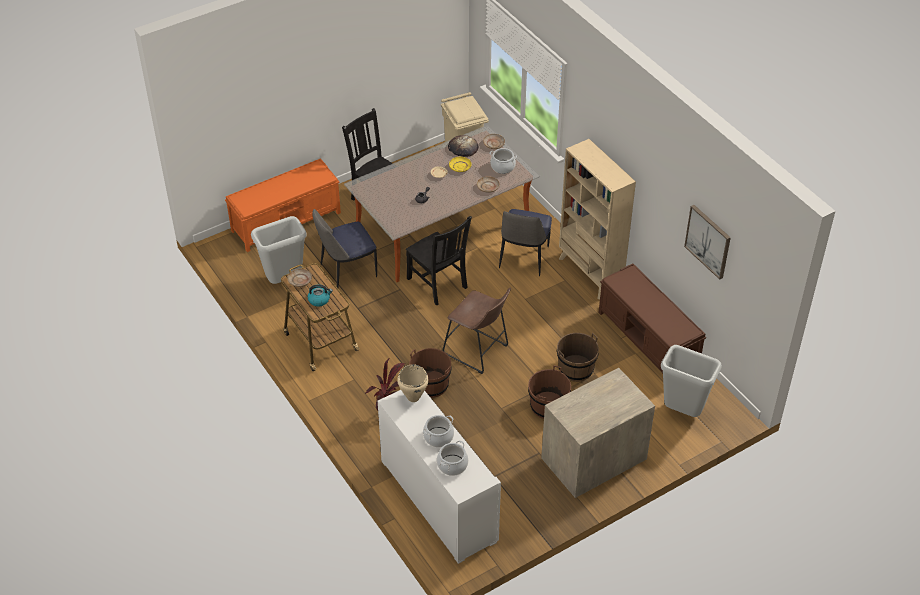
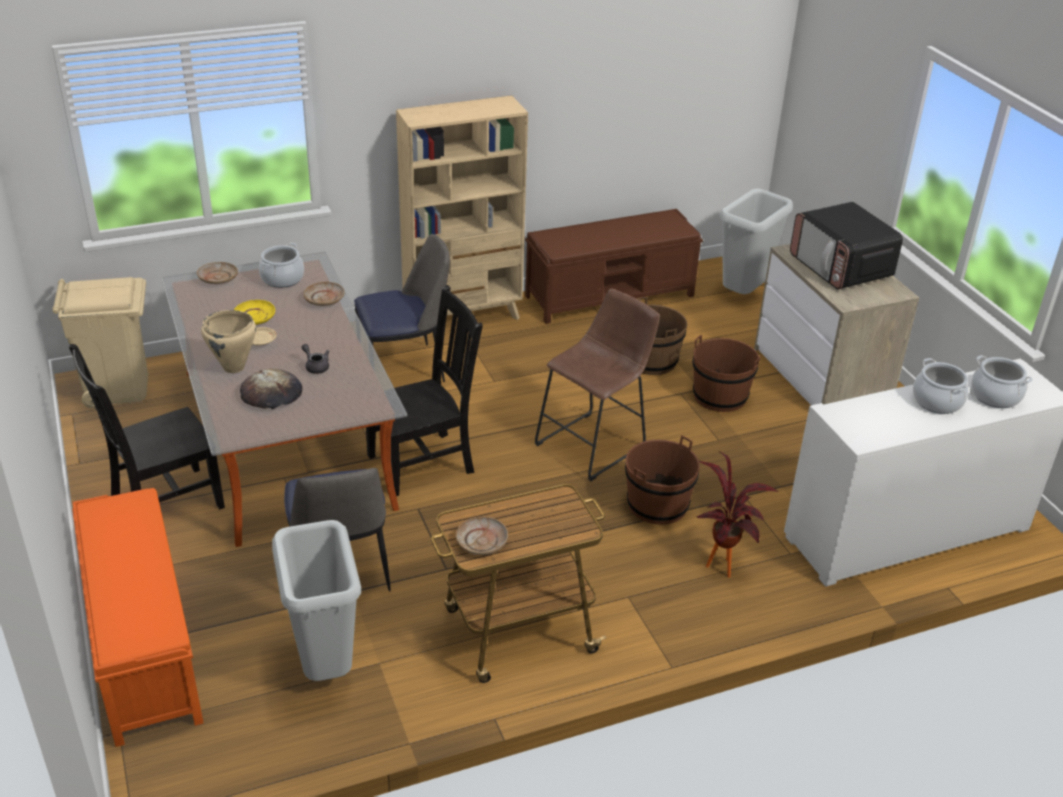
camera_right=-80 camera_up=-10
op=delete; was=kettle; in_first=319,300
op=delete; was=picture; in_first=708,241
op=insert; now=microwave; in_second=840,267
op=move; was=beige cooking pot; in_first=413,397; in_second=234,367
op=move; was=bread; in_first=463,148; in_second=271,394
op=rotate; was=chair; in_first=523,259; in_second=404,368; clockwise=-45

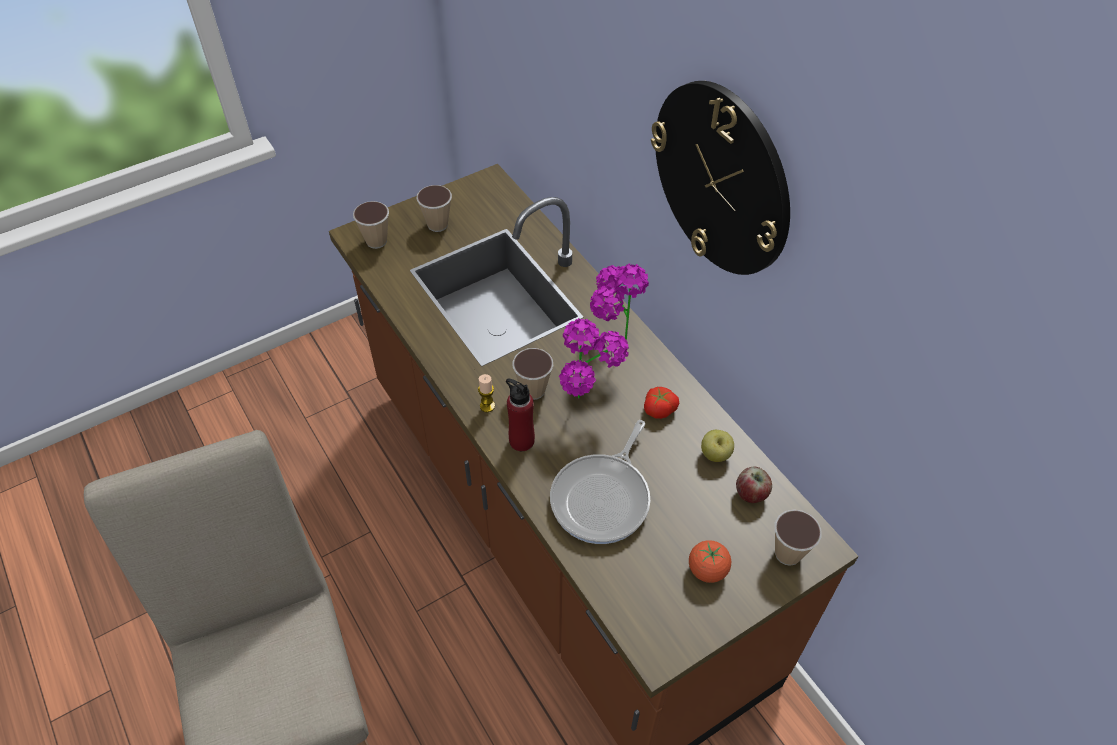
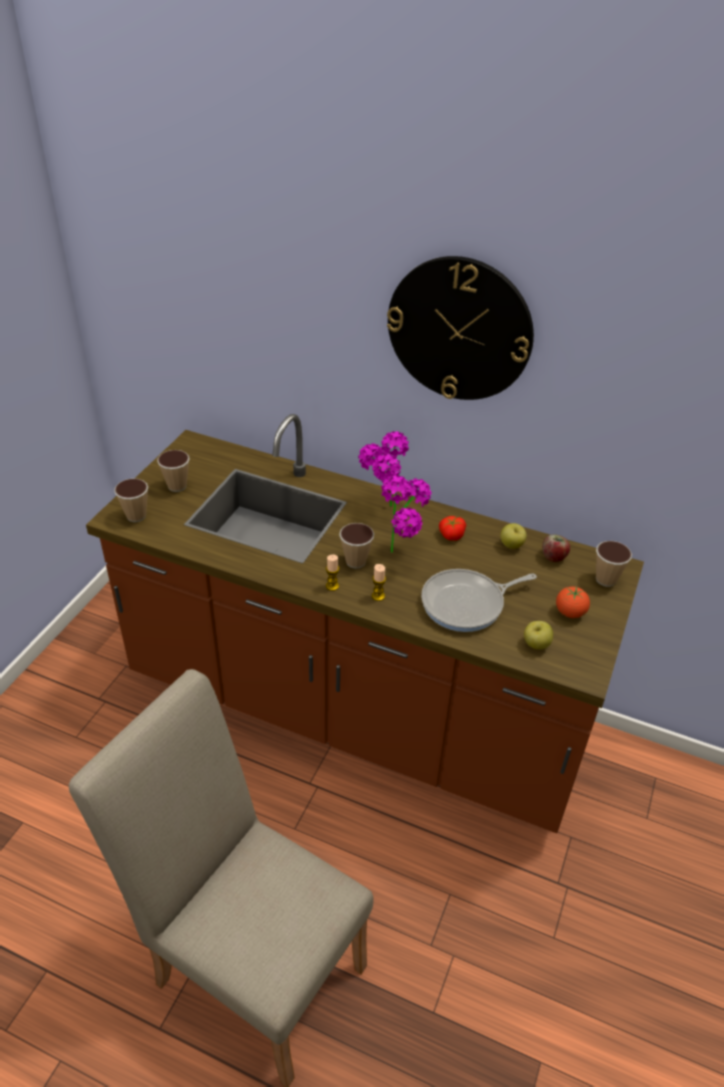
camera_right=-35 camera_up=-10
op=insert; now=apple; in_second=536,645
op=replace; was=red bottle; now=candle; in_first=521,440; in_second=378,596
op=rotate; was=frying pan; in_first=603,498; in_second=467,604; clockwise=75

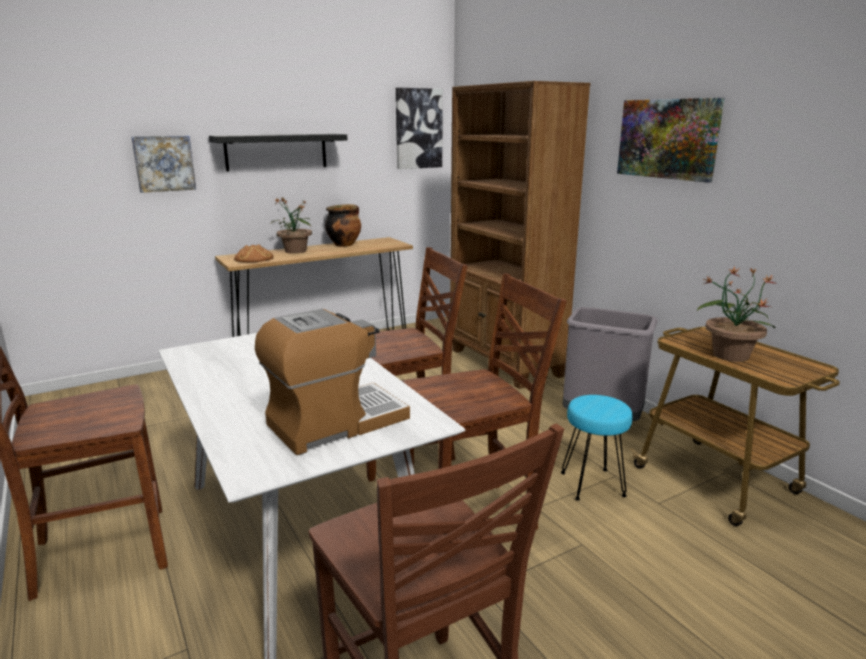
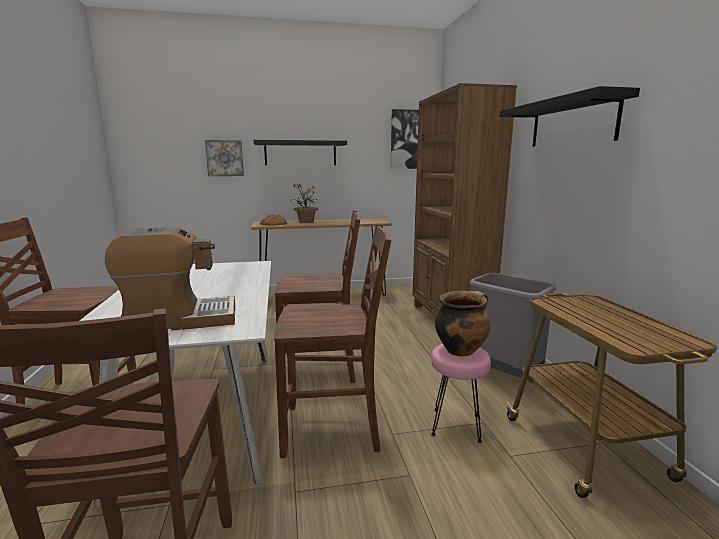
camera_right=20 camera_up=-5
op=delete; was=potted plant; in_first=730,355
op=move; was=cooking pot; in_first=344,244; in_second=460,350
op=replace; was=picture; now=black shelf; in_first=668,139; in_second=572,123
op=recolor; was=turquoise stool; now=pink stool; in_first=592,485; in_second=456,425

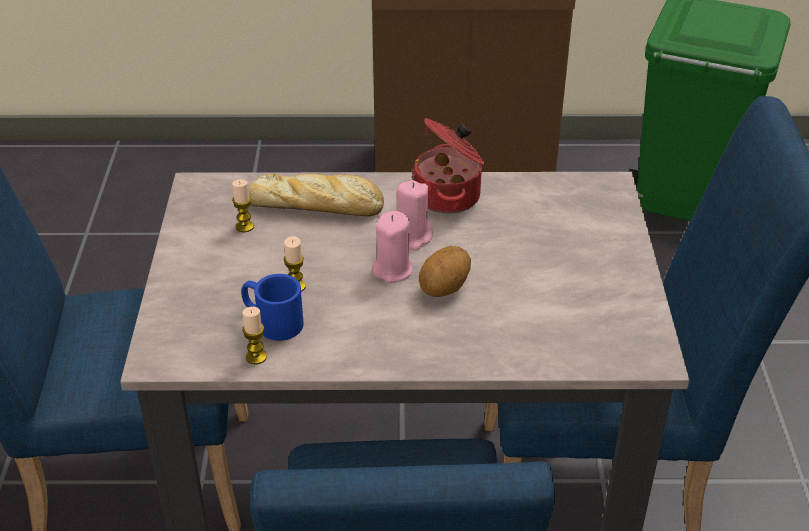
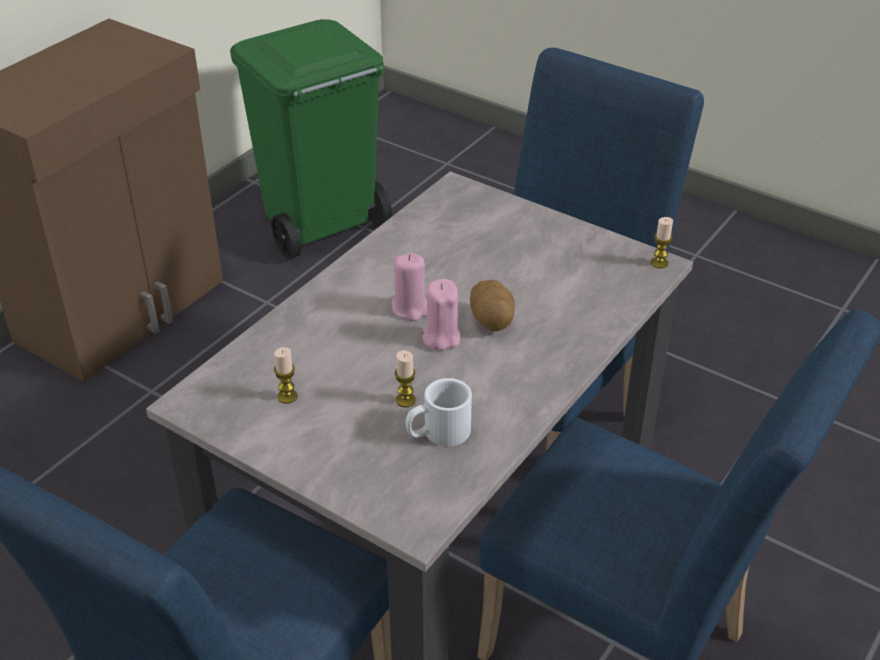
camera_right=-55 camera_up=0
op=delete; was=bread; in_first=318,205
op=delete; was=cooking pot; in_first=449,196
op=move; was=candle; in_first=256,357; in_second=659,263
op=recolor; was=blue mug; now=white mug; in_first=272,321; in_second=438,433

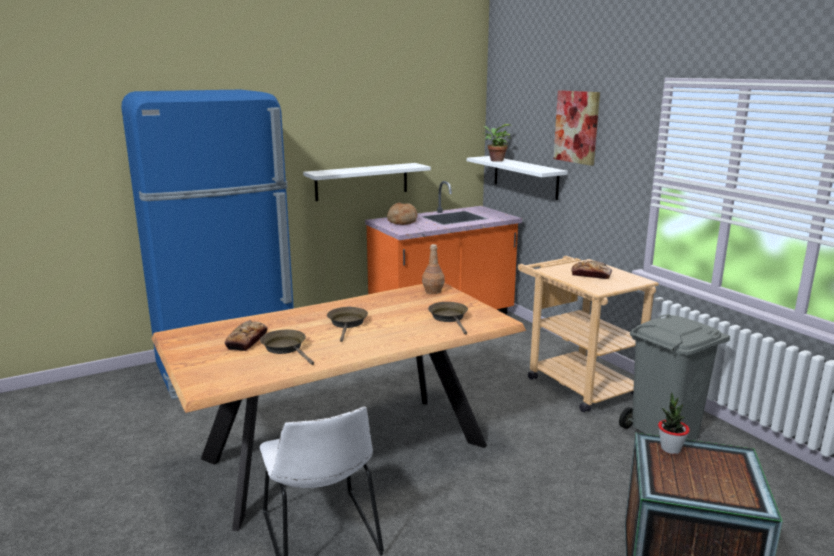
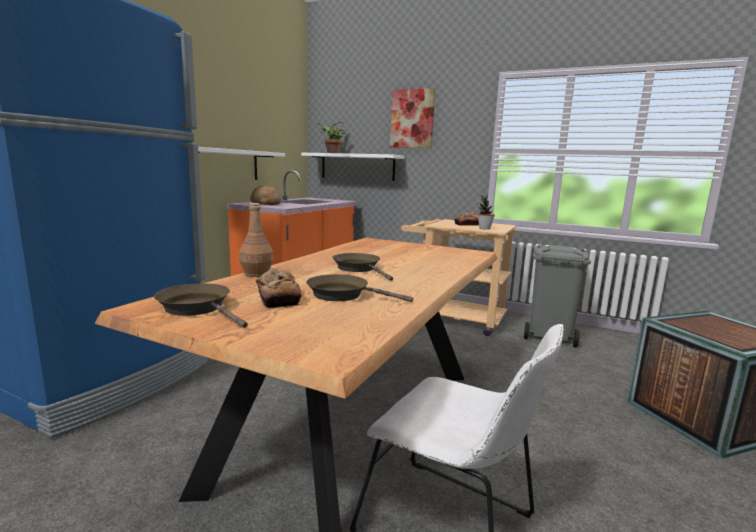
camera_right=-35 camera_up=-5
op=move; was=brown bottle; in_first=433,291; in_second=256,274
op=move; was=brown frying pan; in_first=449,318; in_second=198,308
op=move; was=potted plant; in_first=670,449; in_second=484,228

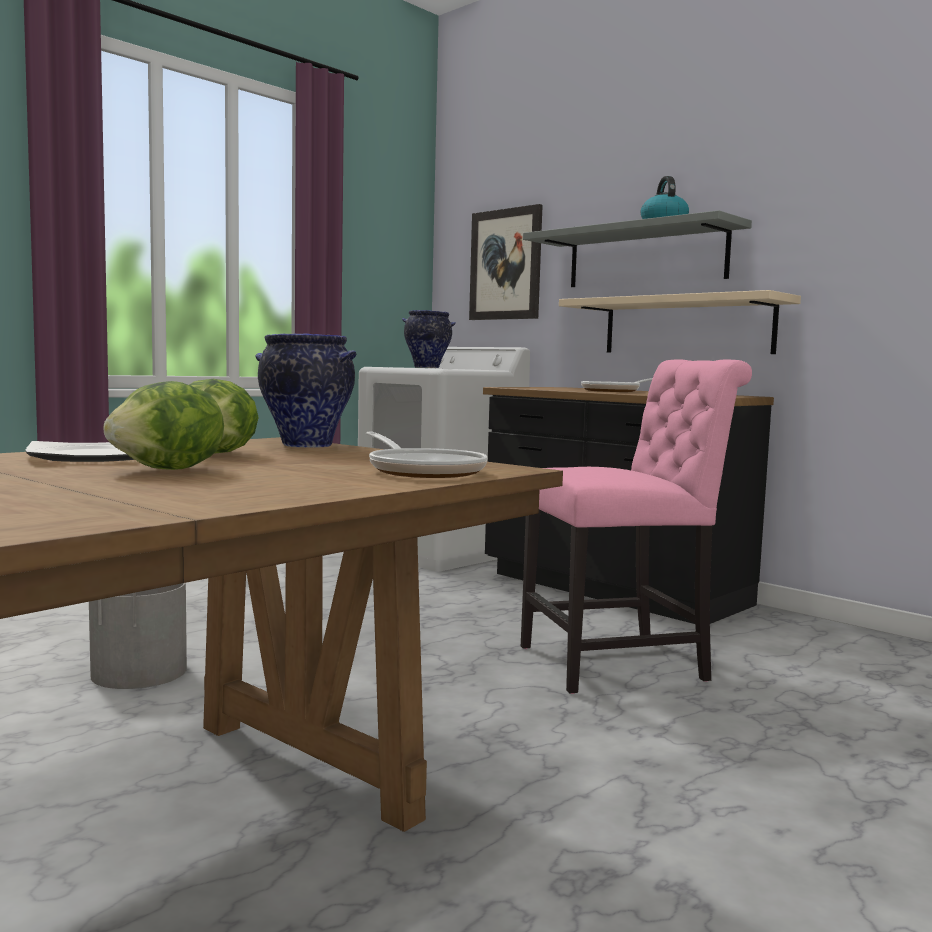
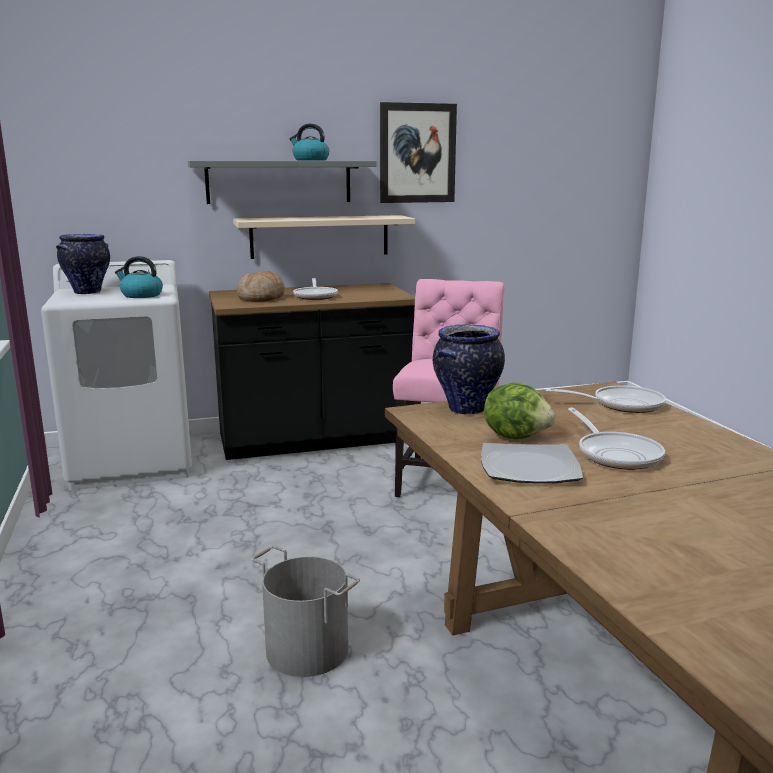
camera_right=-60 camera_up=10
op=insert; now=kettle; in_second=141,295
op=insert; now=bread; in_second=261,298
op=move; was=picture; in_first=505,264; in_second=417,153
op=replace; was=lettuce; now=frying pan; in_first=170,470; in_second=616,454

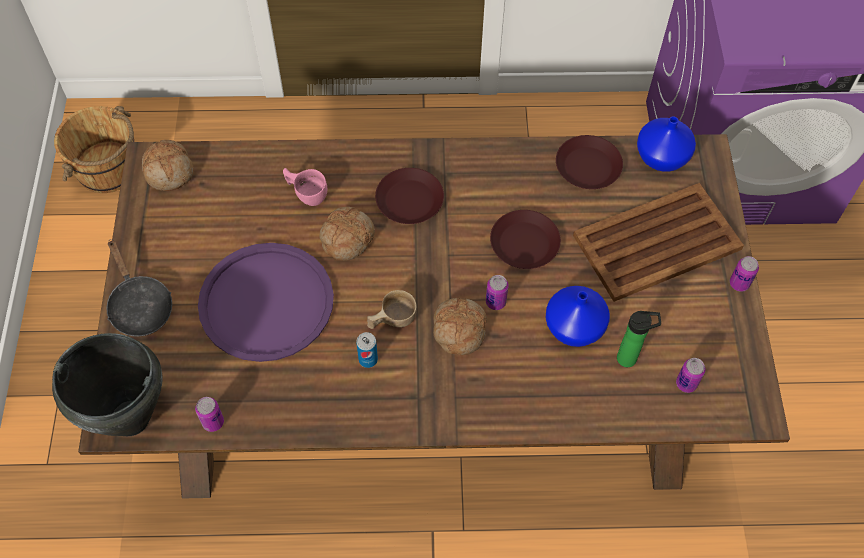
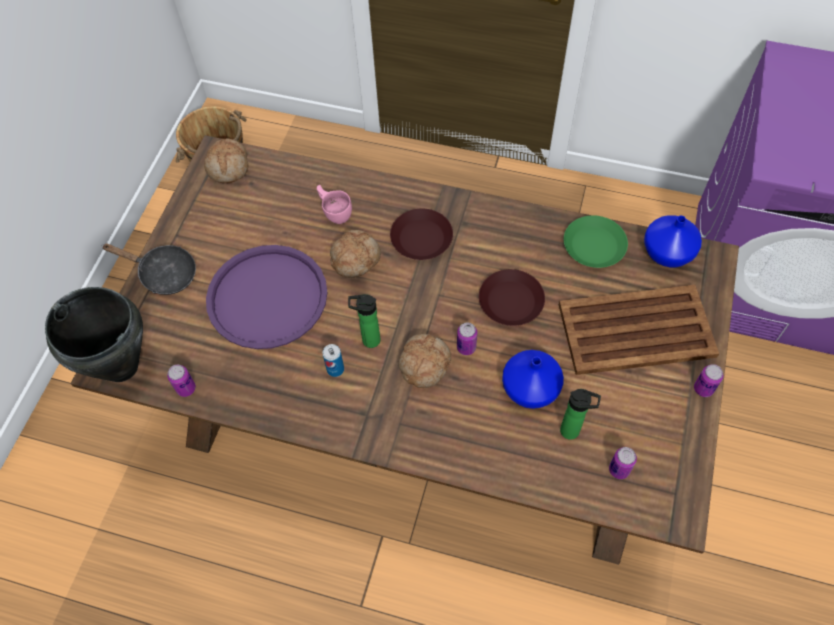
camera_right=20 camera_up=0
op=replace; was=beige cup; now=bottle; in_first=391,320; in_second=368,340
op=recolor; was=brown plate; now=green plate; in_first=587,166; in_second=594,245
op=rotate; was=black frying pan; in_first=139,306; in_second=163,274; clockwise=-60

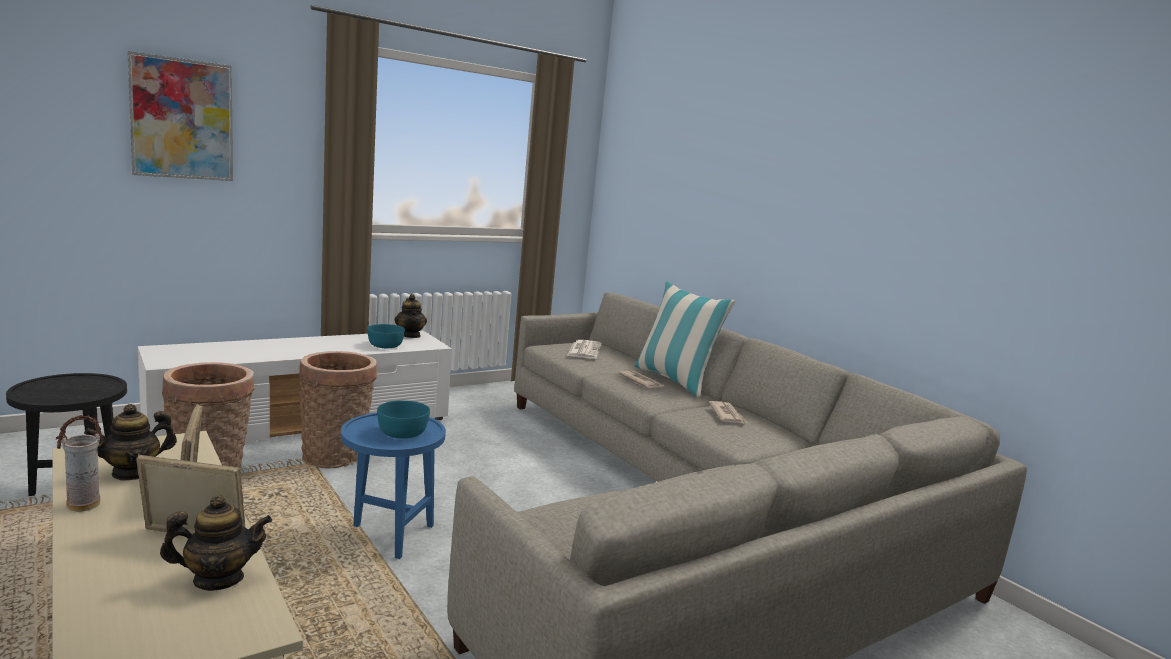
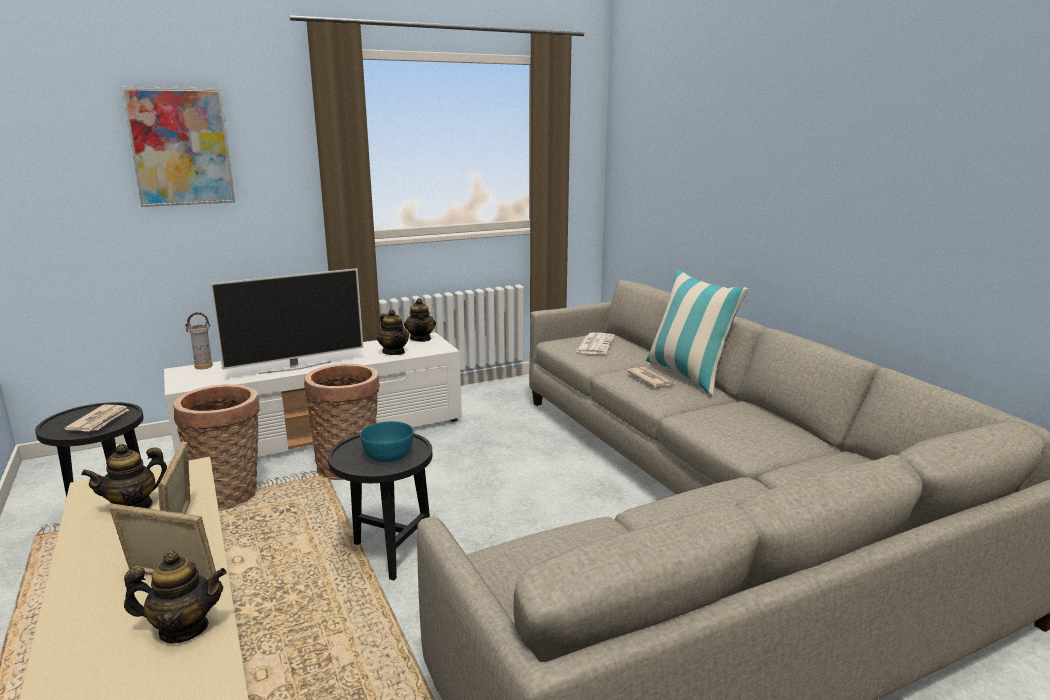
camera_right=10 camera_up=5
op=insert; now=television; in_second=295,367
op=move; was=vase; in_first=83,506; in_second=204,367
op=move; was=newspaper; in_first=727,415; in_second=100,421
op=replace; was=turquoise bowl; now=teapot; in_first=385,345; in_second=394,352
op=recolor; was=blue side table; now=black side table; in_first=389,534; in_second=387,553

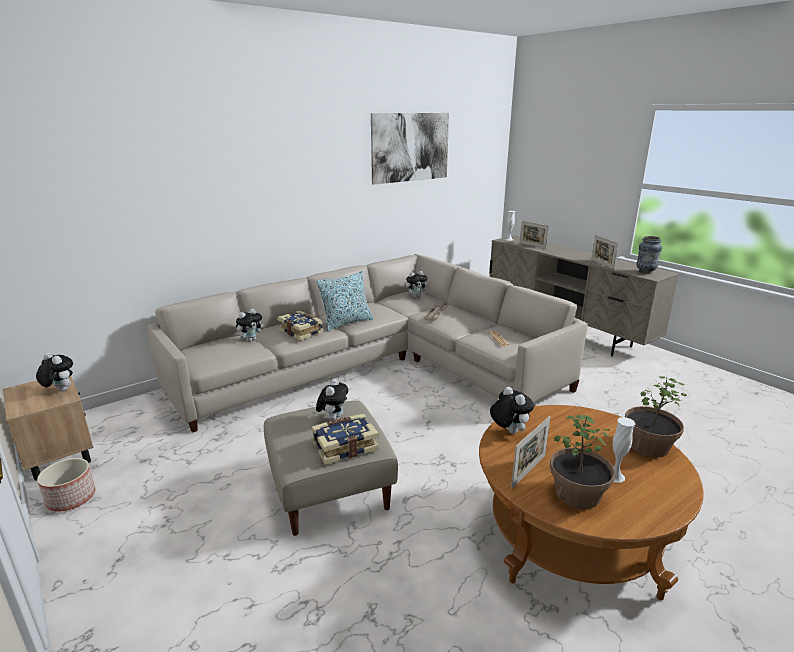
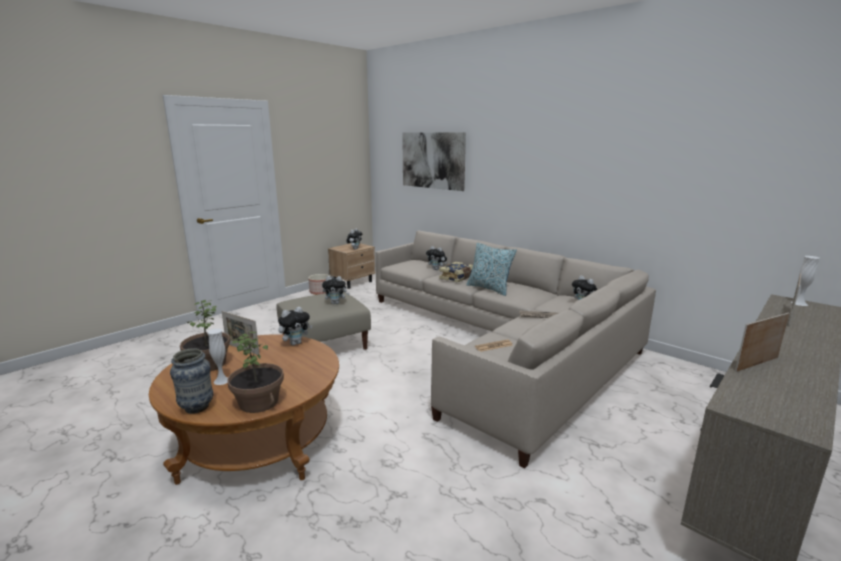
camera_right=80 camera_up=-5
op=delete; was=book; in_first=344,446
op=move; was=picture; in_first=410,147; in_second=432,160
op=move; was=vase; in_first=645,272; in_second=197,407

